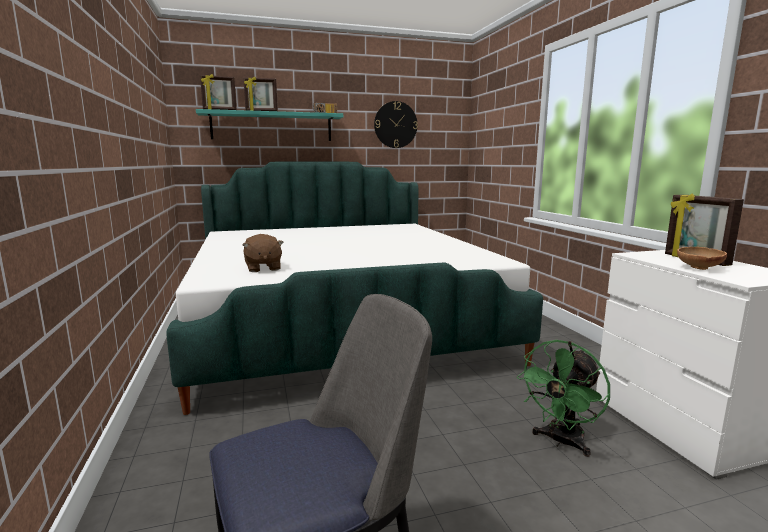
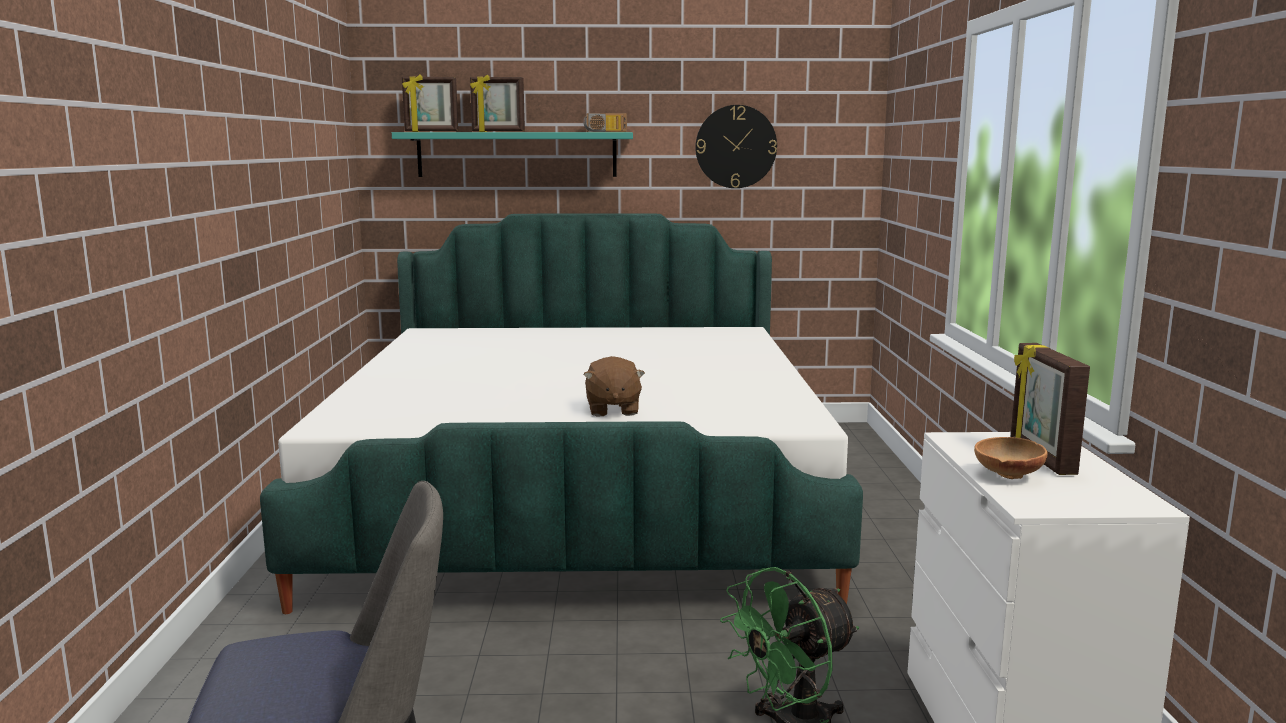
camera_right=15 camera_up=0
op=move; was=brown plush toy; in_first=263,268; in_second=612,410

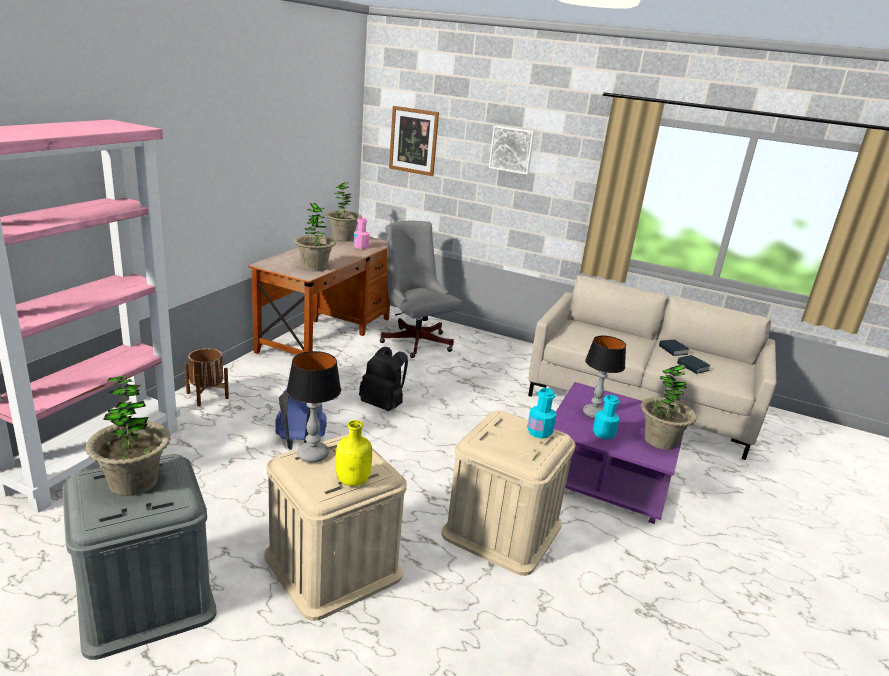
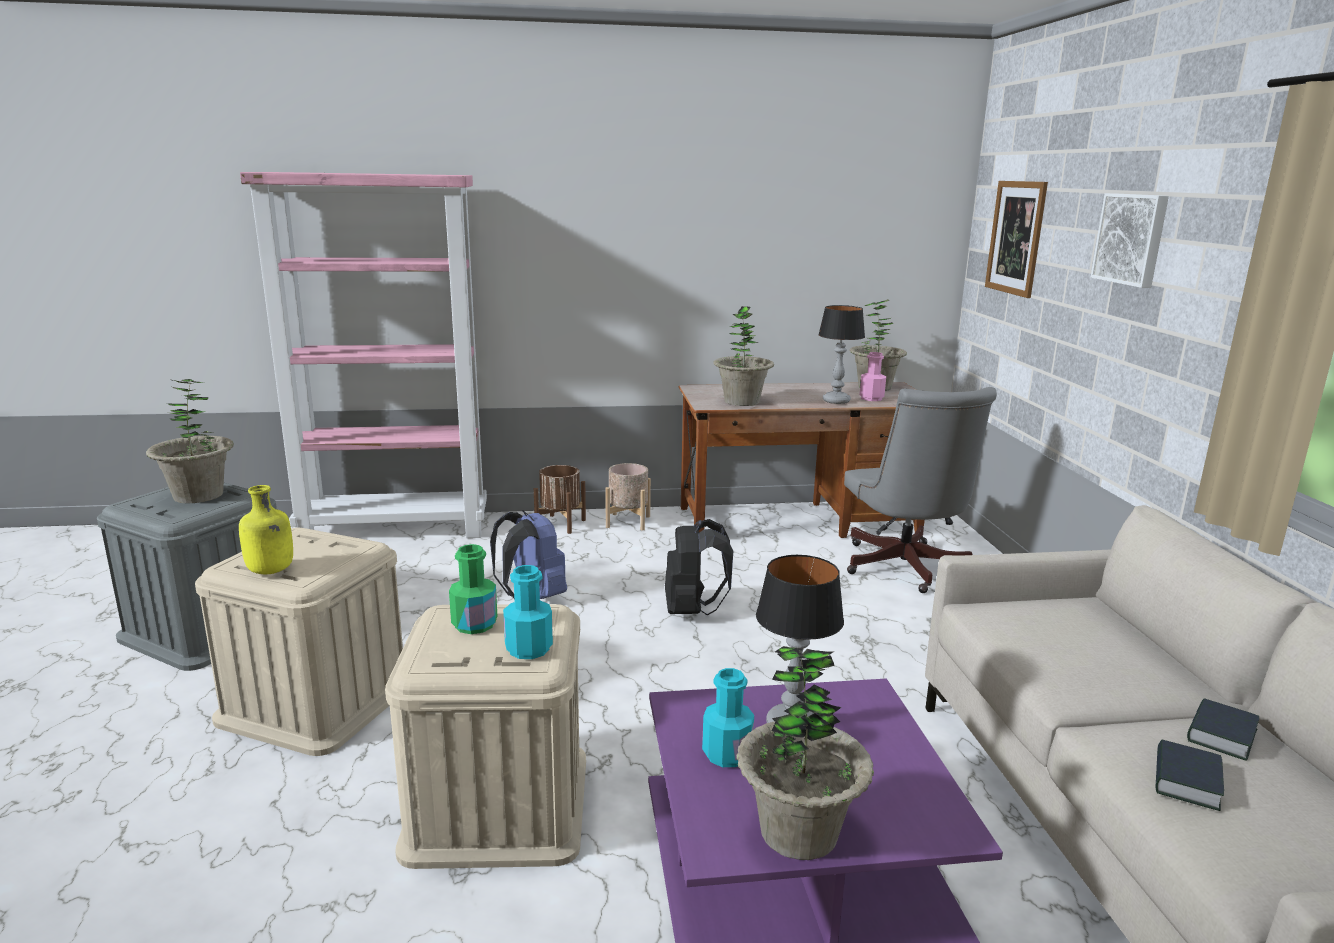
camera_right=60 camera_up=-5
op=insert; now=green bottle; in_second=474,624
op=insert; now=beige planter; in_second=628,522
op=move; was=table lamp; in_first=312,455; in_second=835,401
op=rotate; was=grey office chair; in_first=415,340; in_second=905,569; clockwise=150

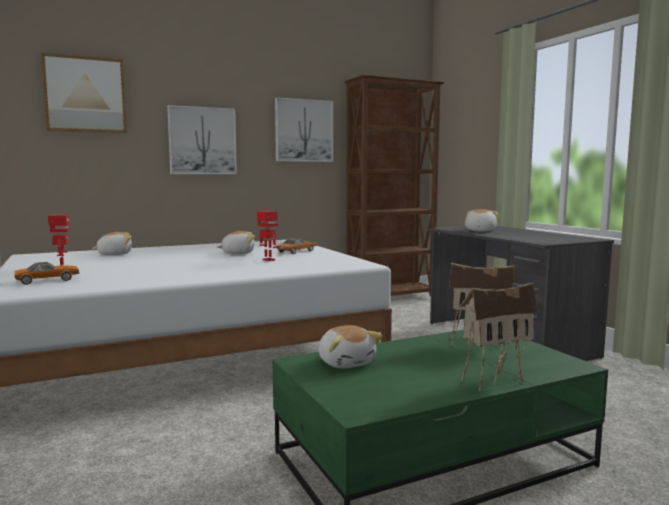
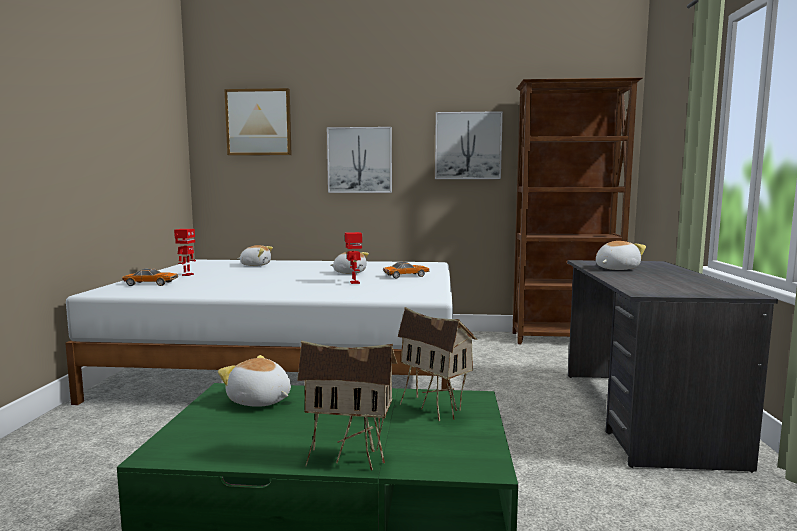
camera_right=30 camera_up=0
op=rotate; was=plush toy; in_first=346,362; in_second=259,401; clockwise=120

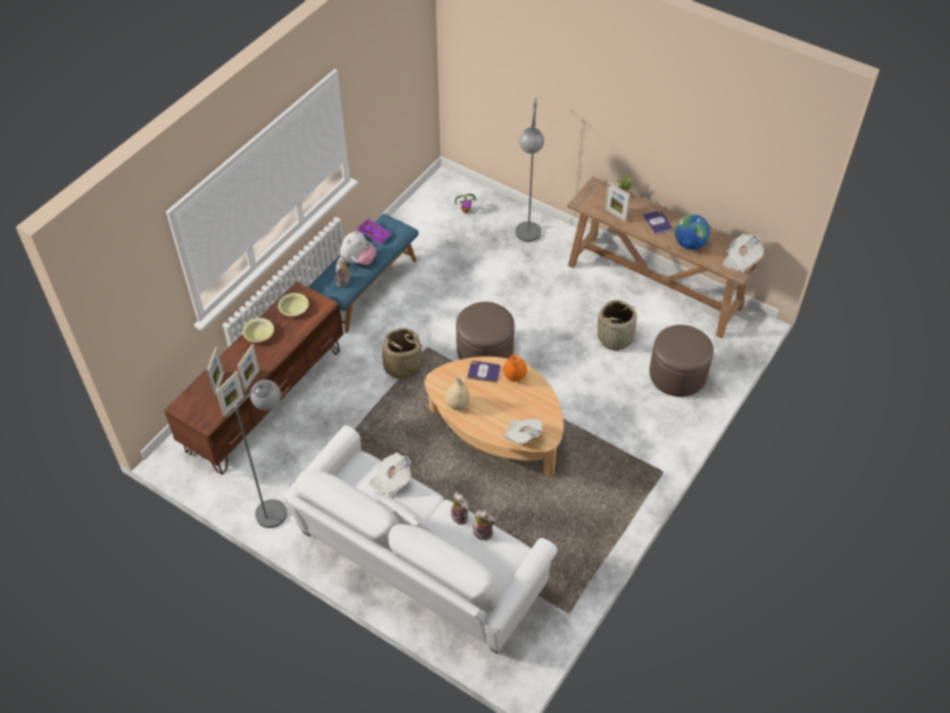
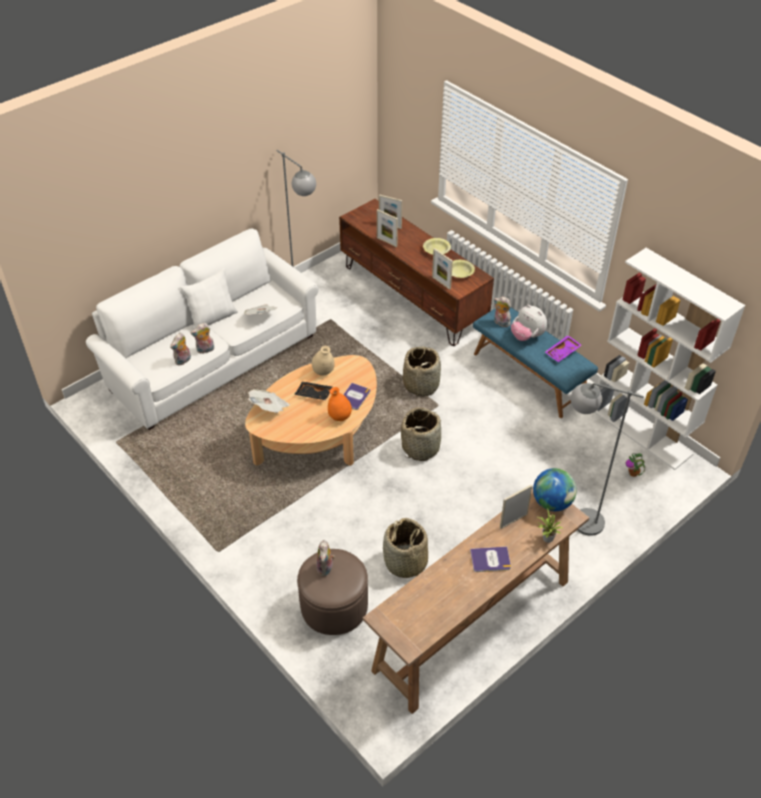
camera_right=105 camera_up=-5
op=delete; was=newspaper; in_first=740,260
op=insert; now=black tray; in_second=313,394
op=insert; now=plush toy; in_second=326,569
op=insert; now=white bookcase; in_second=642,432
op=move; was=picture frame; in_first=233,406; in_second=441,283
op=move; was=globe; in_first=689,244; in_second=552,502
op=replace; was=brown ottoman; now=basket; in_first=484,351; in_second=421,447

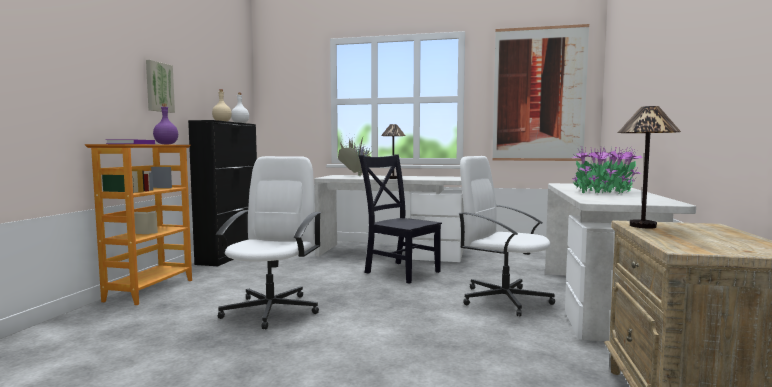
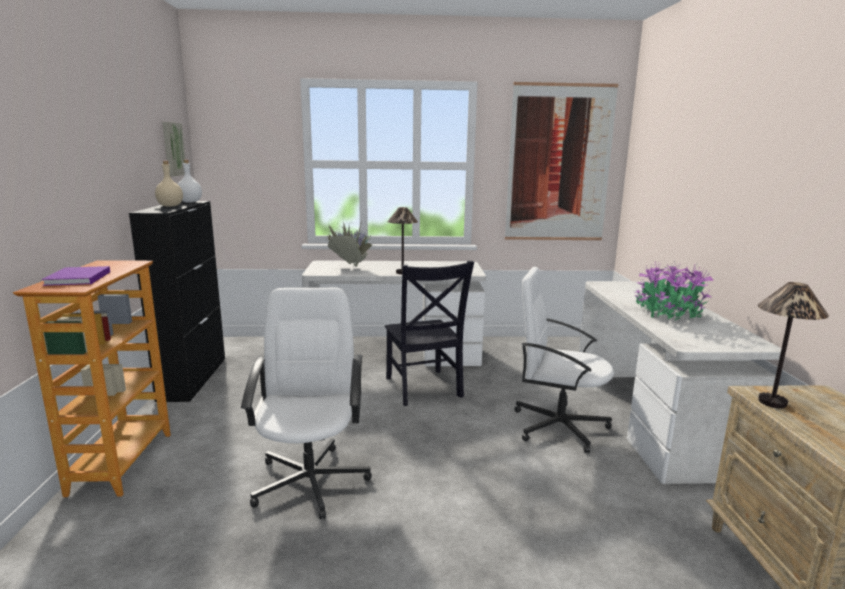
camera_right=-15 camera_up=10
op=delete; was=purple bottle; in_first=166,144
op=move; was=picture; in_first=158,87; in_second=172,149
op=rotate; was=black chair; in_first=400,271; in_second=423,389; clockwise=-135

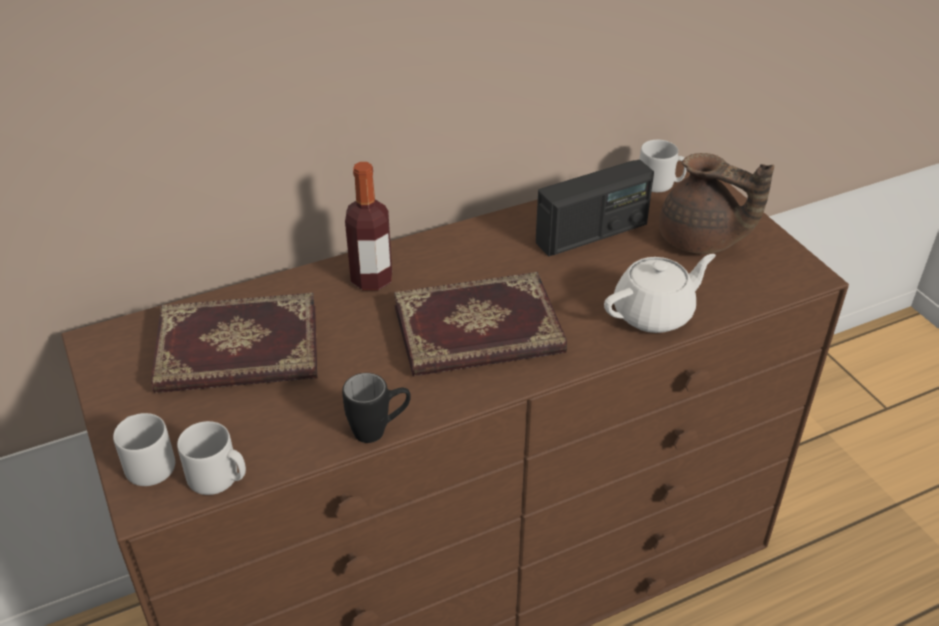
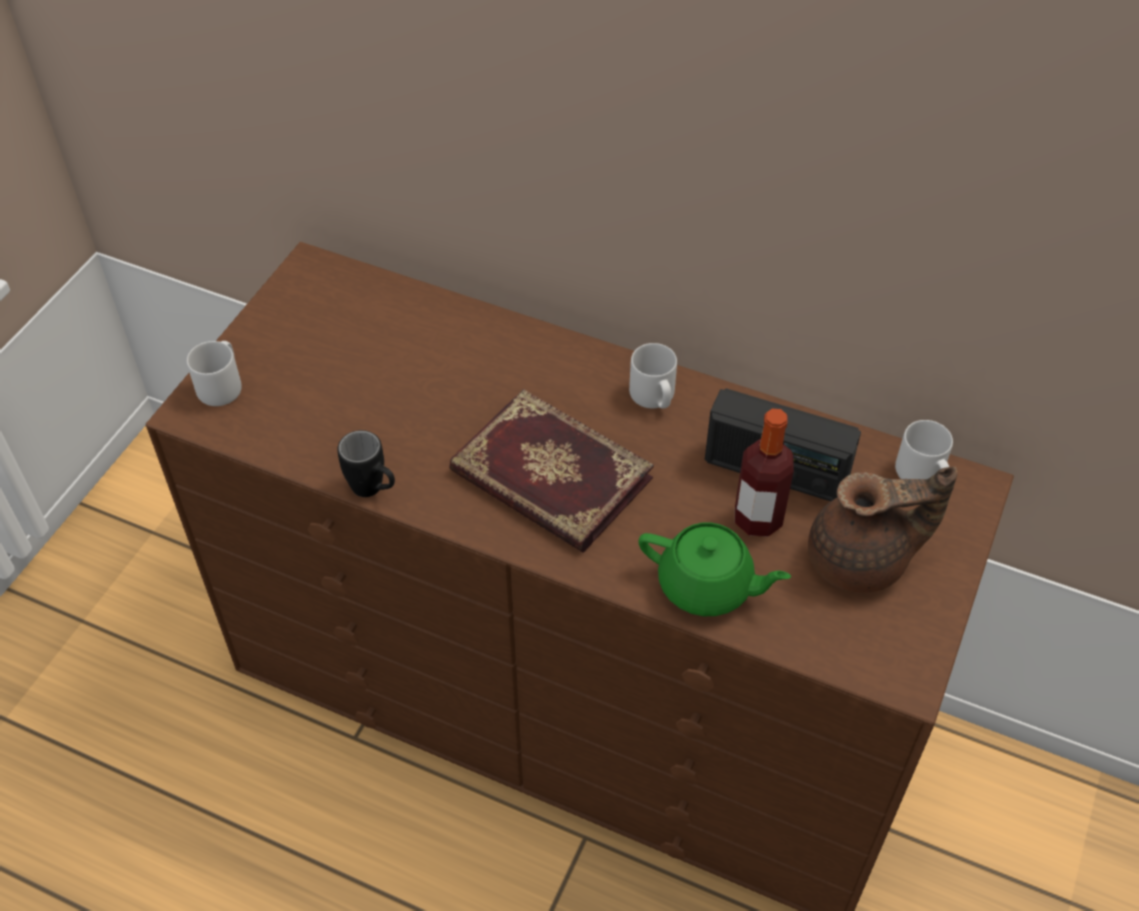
camera_right=50 camera_up=10
op=delete; was=book; in_first=238,351
op=move; was=grey mug; in_first=218,478; in_second=654,397
op=move; was=bottle; in_first=371,279; in_second=758,519
op=recolor; was=white teapot; now=green teapot; in_first=654,313; in_second=707,586
op=rotate; was=brown teapot; in_first=700,241; in_second=862,560; clockwise=-90

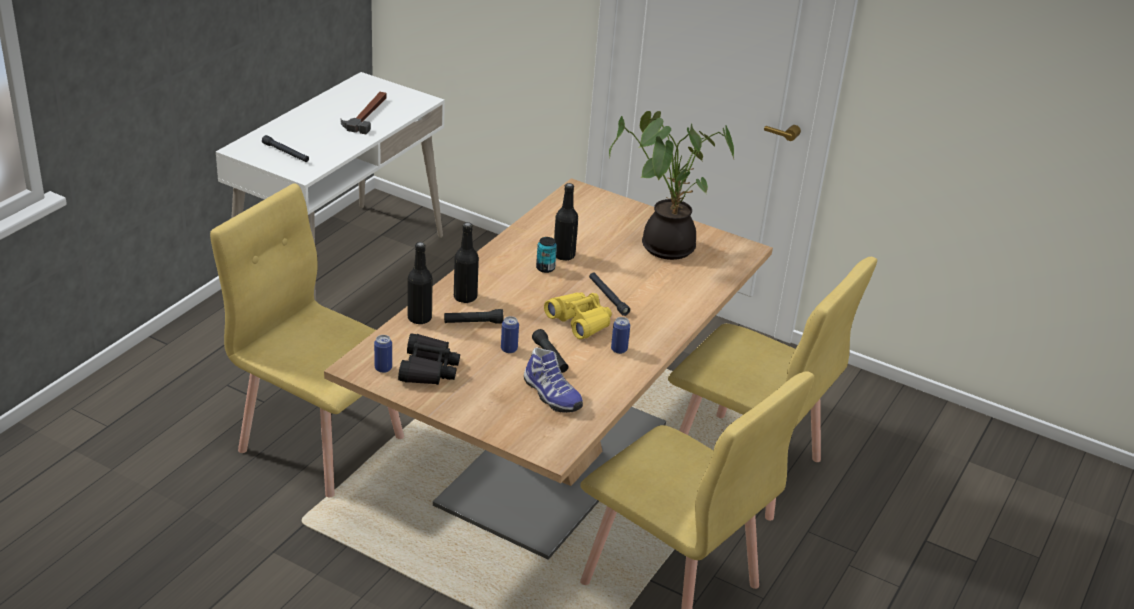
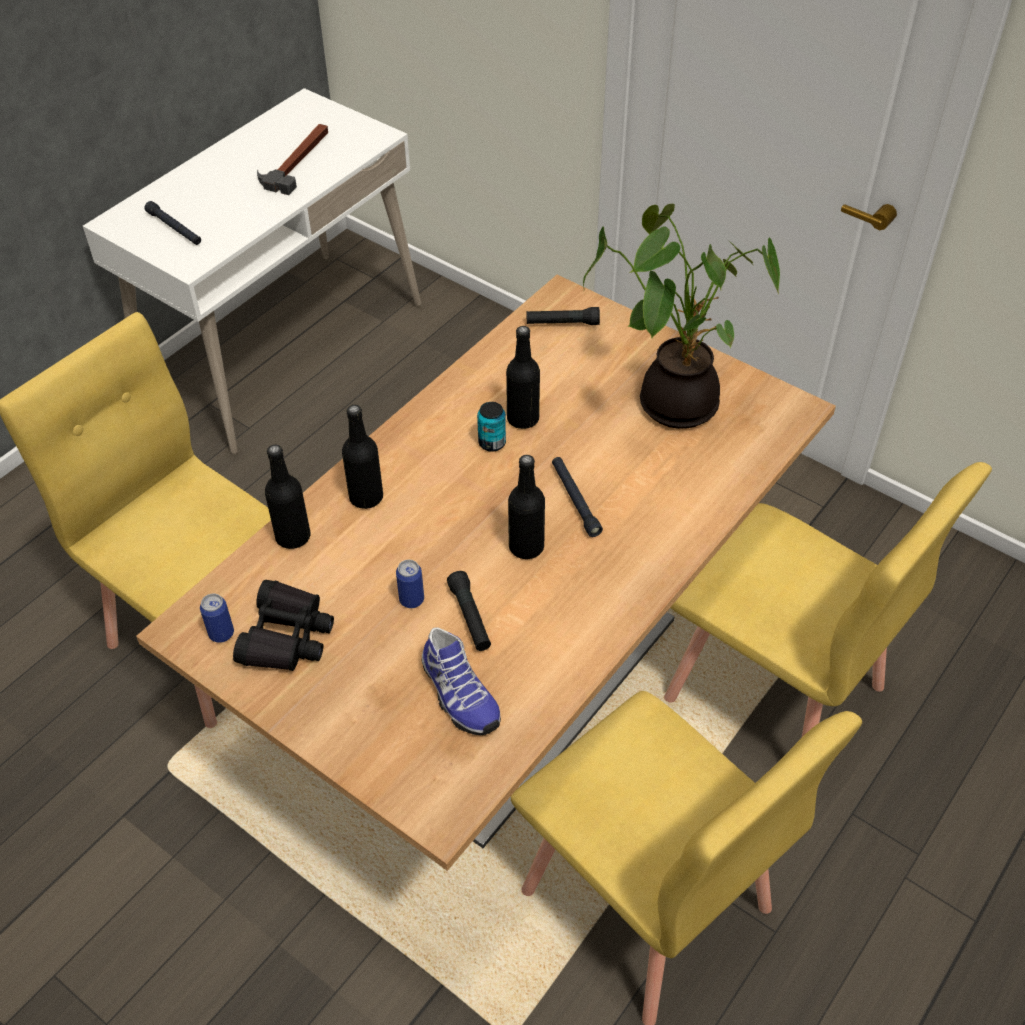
camera_right=10 camera_up=15
op=delete; was=can; in_first=619,349
op=move; was=black flashlight; in_first=473,322; in_second=562,323
op=replace; was=yellow binoculars; now=black bottle; in_first=580,321; in_second=526,547

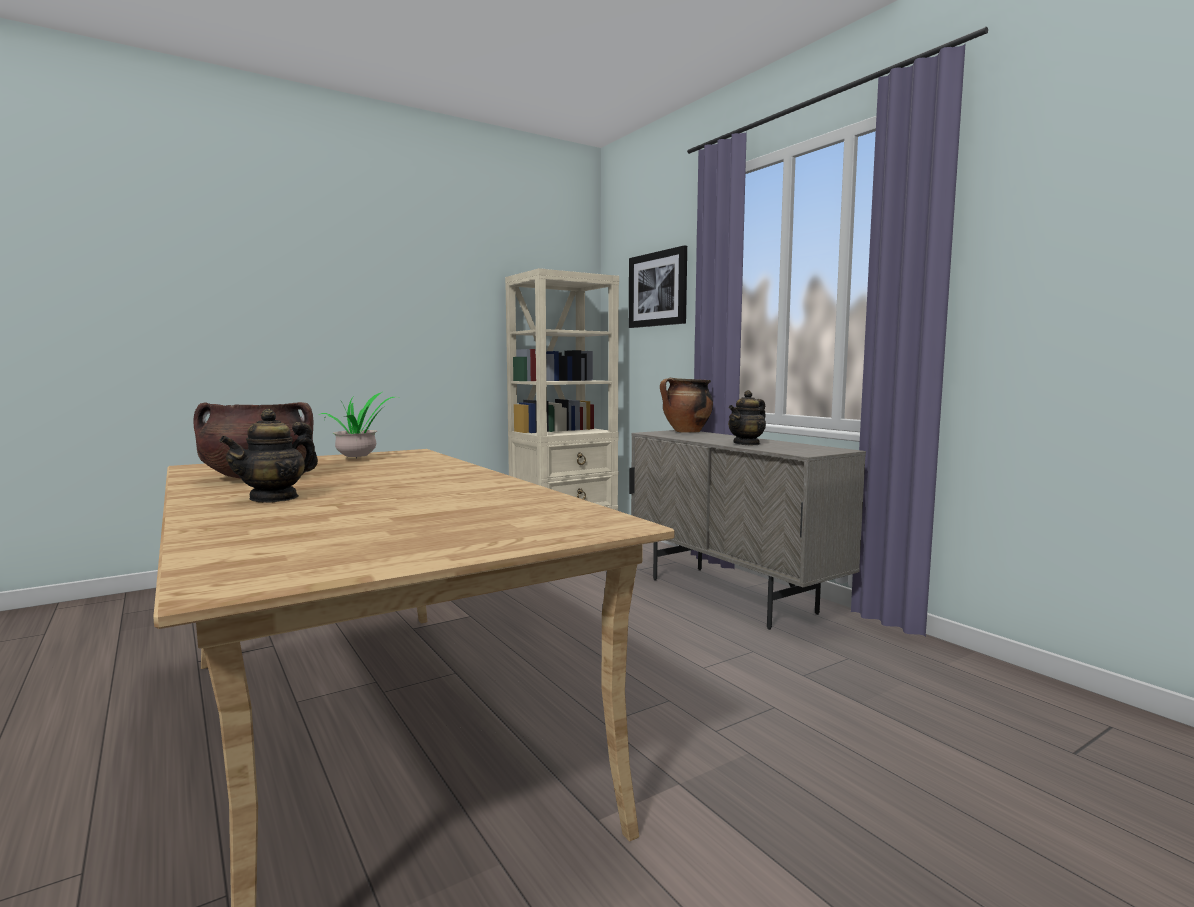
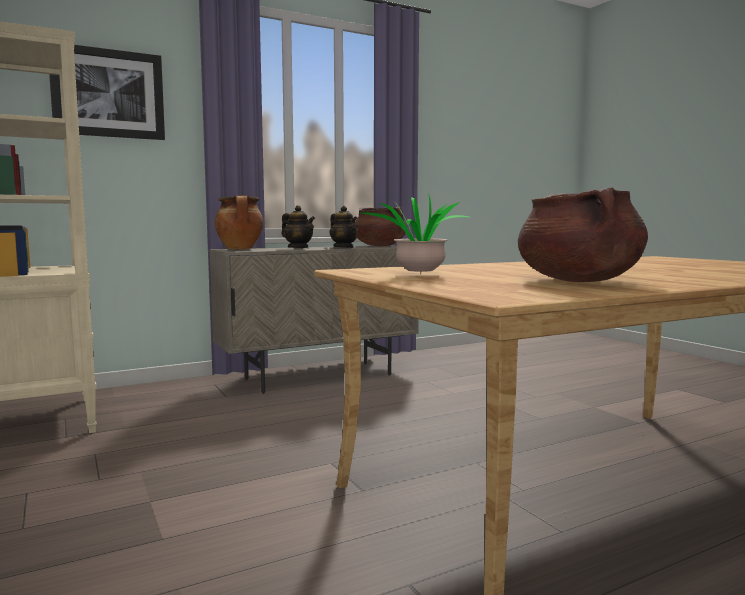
camera_right=-85 camera_up=0
op=insert; now=brown cooking pot; in_second=380,246
op=move; was=teapot; in_first=274,498; in_second=298,248

